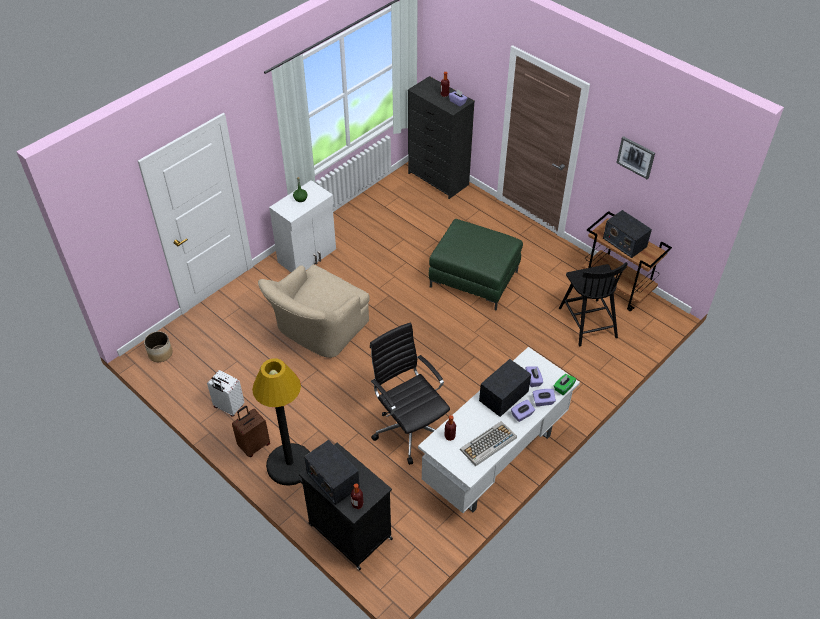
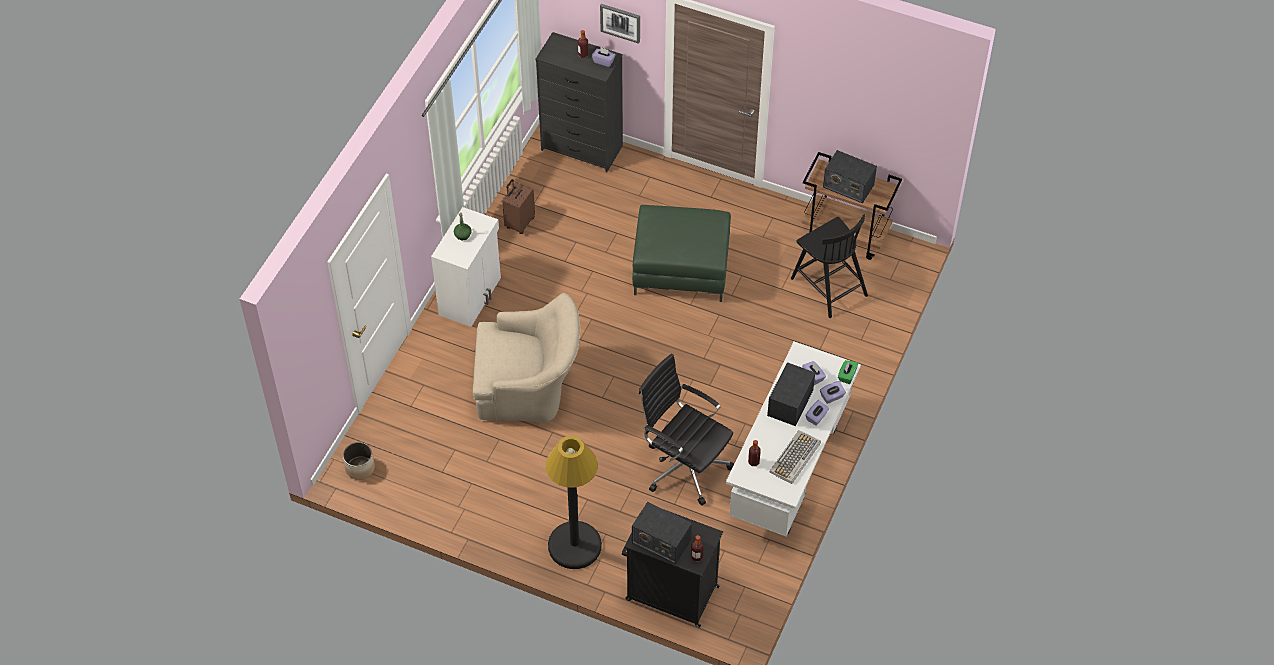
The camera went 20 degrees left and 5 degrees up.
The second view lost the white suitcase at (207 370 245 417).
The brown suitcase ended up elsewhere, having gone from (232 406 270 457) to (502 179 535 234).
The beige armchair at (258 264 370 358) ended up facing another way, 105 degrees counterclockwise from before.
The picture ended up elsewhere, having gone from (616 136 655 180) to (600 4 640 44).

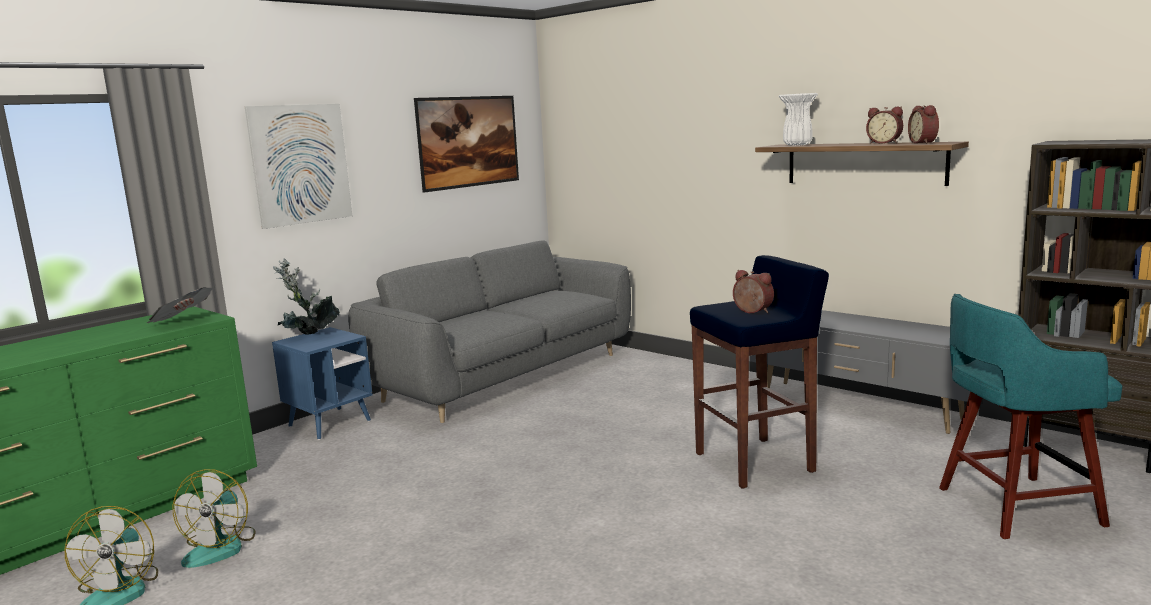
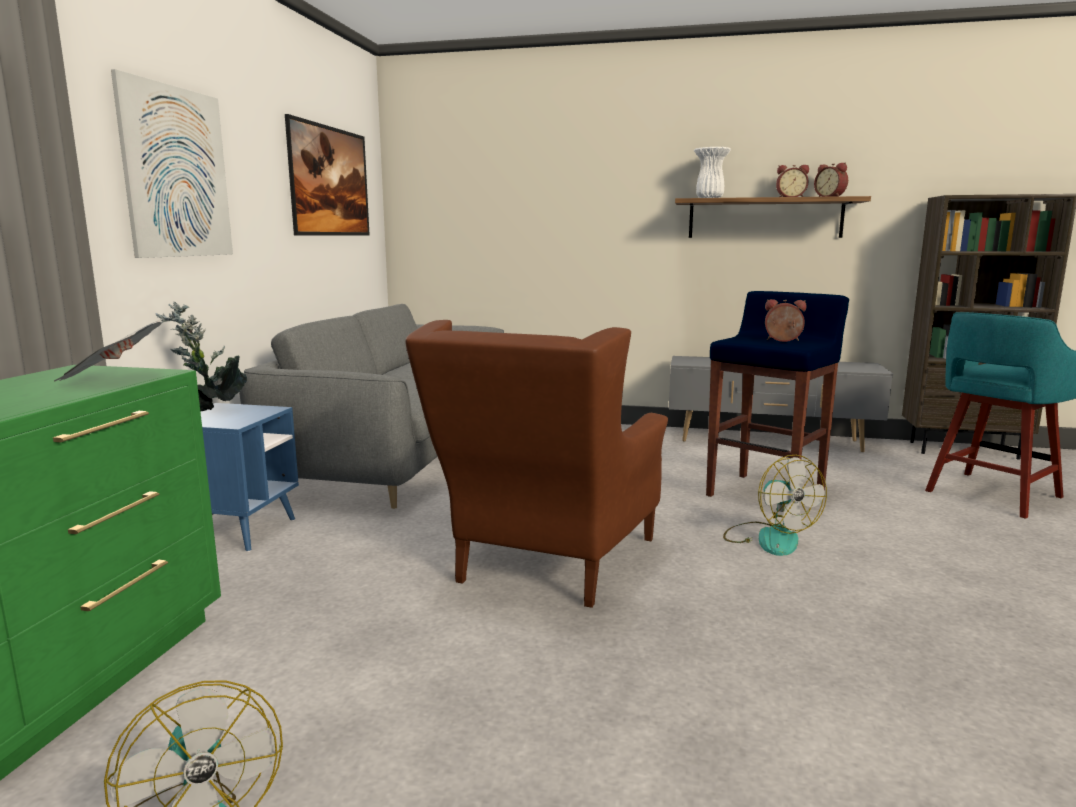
The camera went 30 degrees left and 0 degrees up.
The fan ended up elsewhere, having gone from (173 469 256 568) to (723 455 827 556).
The second view gained the brown armchair at (405 320 668 608).

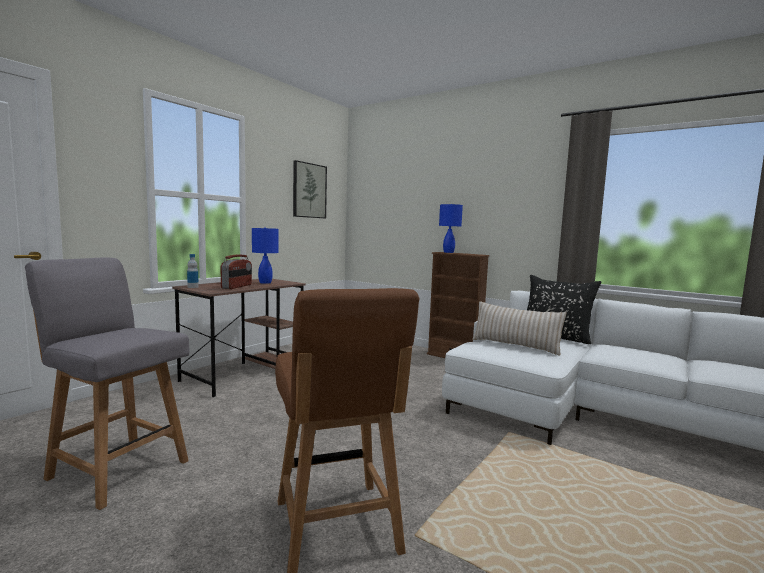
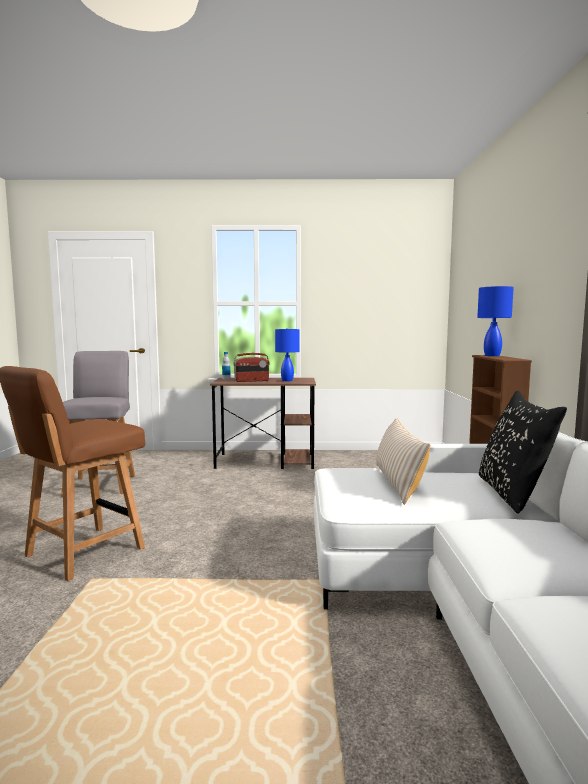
The camera went 55 degrees right and 0 degrees up.
The second view lost the picture at (293 160 327 218).

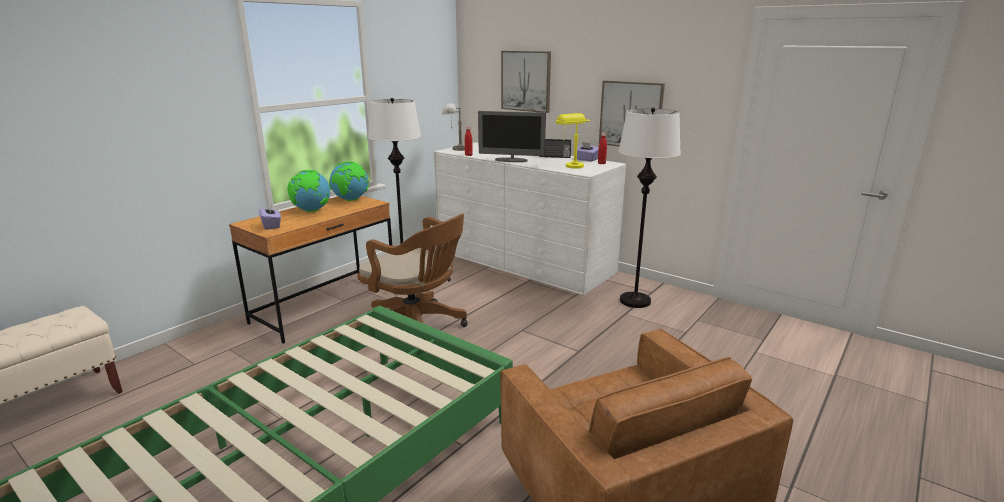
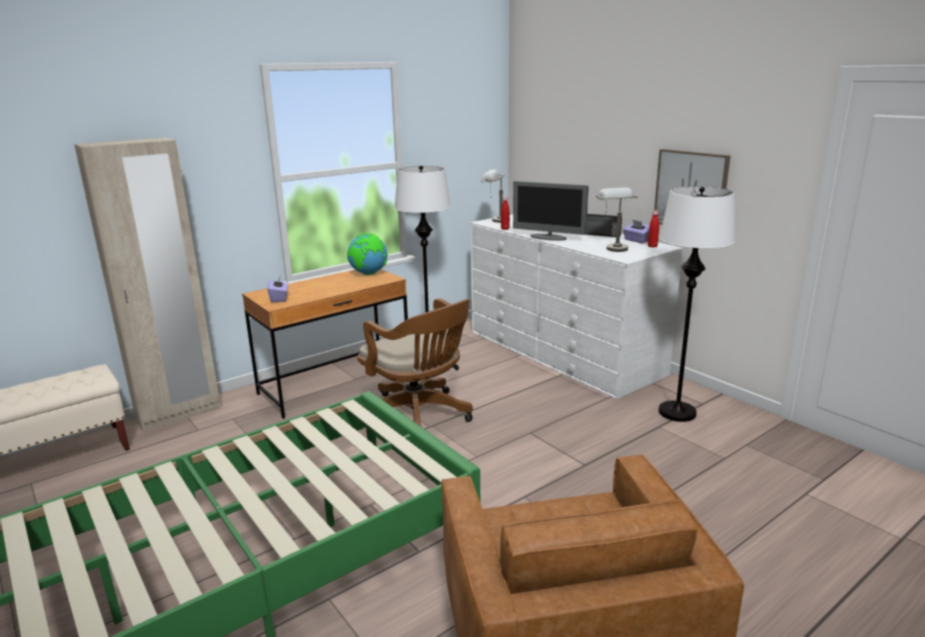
The camera went 15 degrees right and 0 degrees up.
The second view lost the globe at (287 170 330 212).
The second view lost the picture at (501 51 551 113).
What was the yellow table lamp at (555 113 591 169) turned into the grey table lamp at (596 188 638 252).
The second view gained the beige wardrobe at (74 138 221 432).

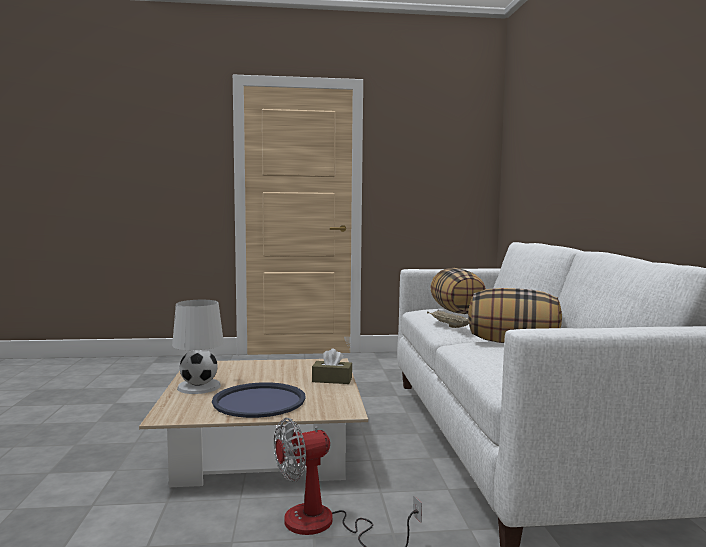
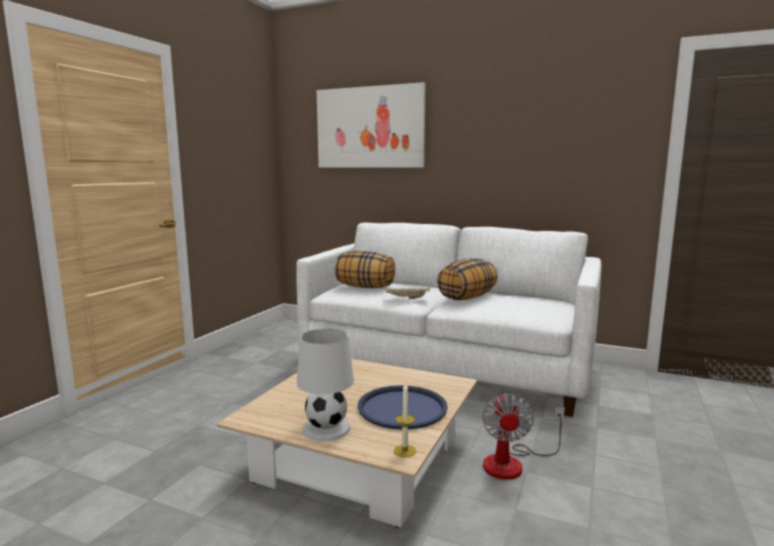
The camera went 60 degrees left and 5 degrees up.
The second view lost the brown tissue box at (312 348 352 384).
The second view gained the picture at (317 82 426 168).
The second view gained the candle at (394 382 416 457).

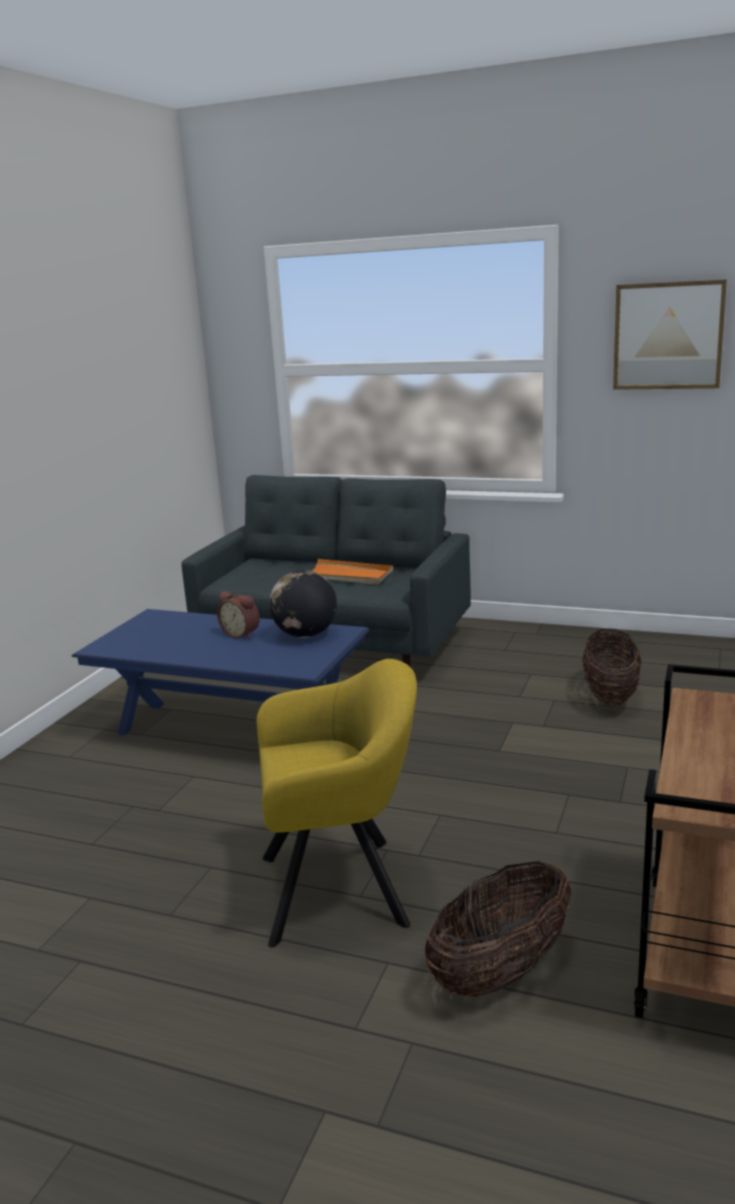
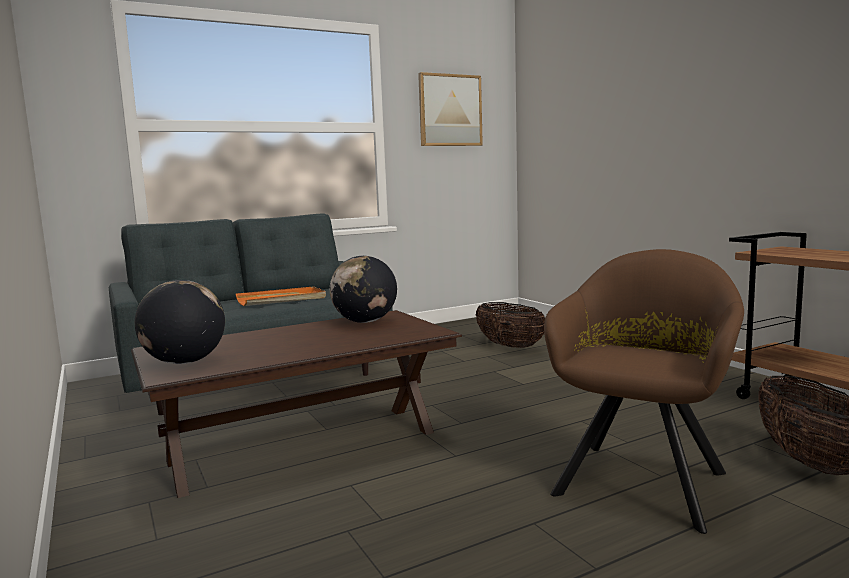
The camera went 50 degrees left and 10 degrees down.
What was the blue coffee table at (72 609 369 736) turned into the brown coffee table at (131 310 462 498).
The second view lost the alarm clock at (217 591 260 639).
What was the yellow armchair at (257 659 417 947) turned into the brown armchair at (544 249 744 534).
The second view gained the globe at (135 280 225 364).

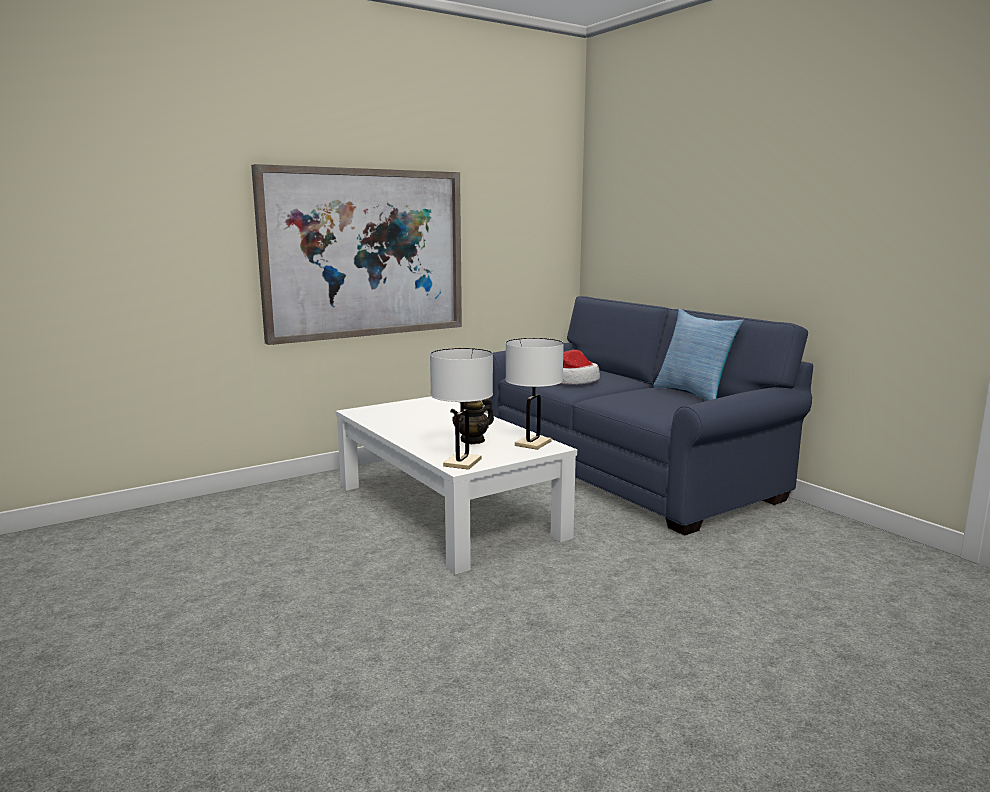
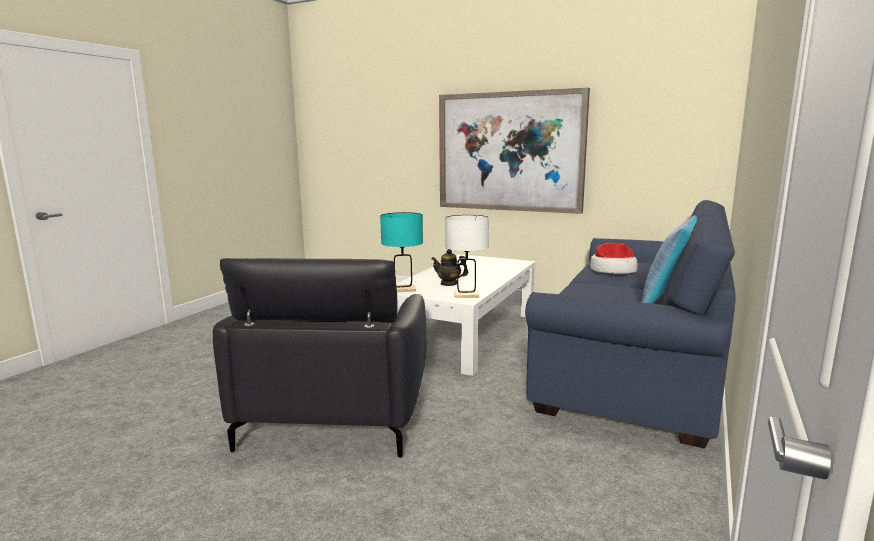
The camera went 60 degrees right and 0 degrees up.
What was the white table lamp at (430 348 493 470) turned into the turquoise table lamp at (380 212 423 292).
The second view gained the black armchair at (213 258 426 458).

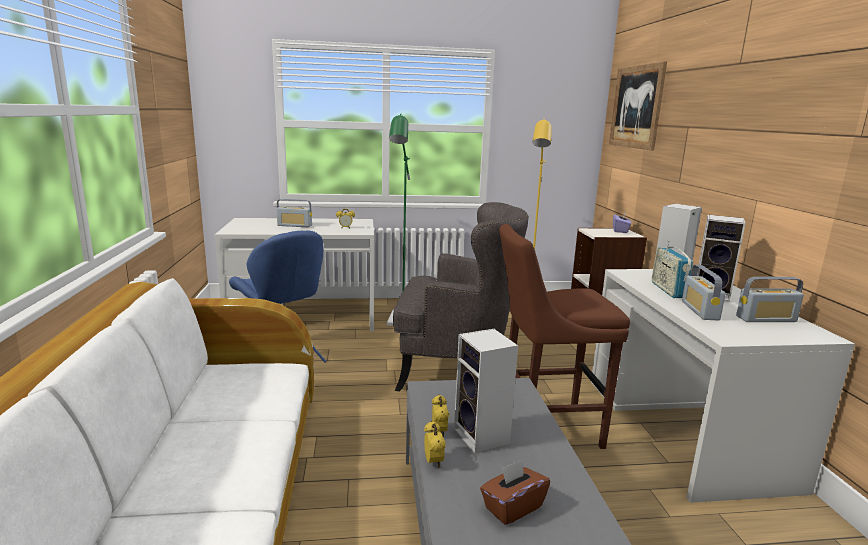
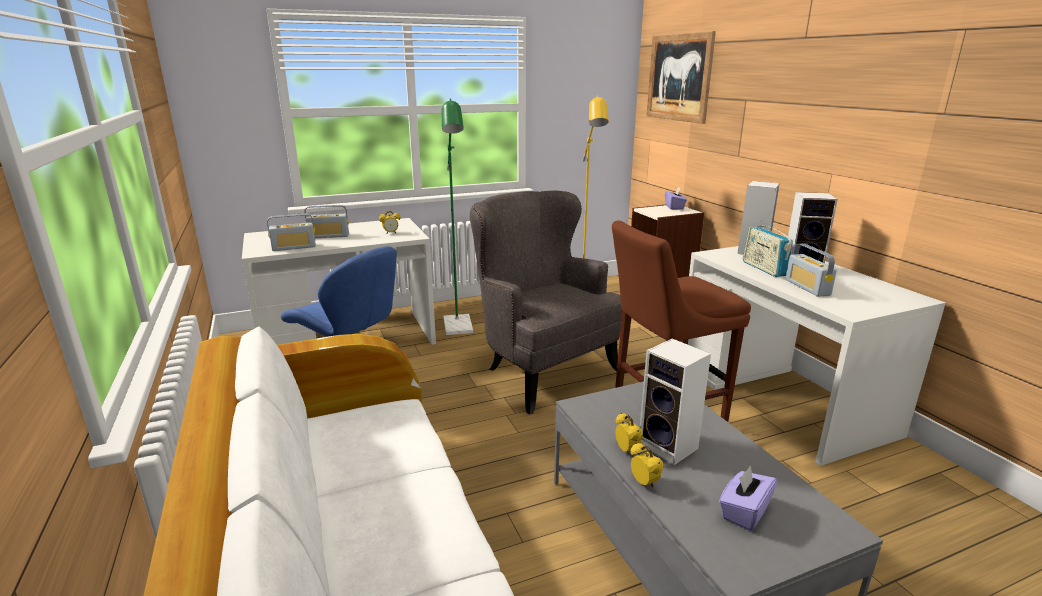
The camera went 15 degrees left and 5 degrees up.
The grey armchair at (393 202 529 391) ended up facing another way, 120 degrees counterclockwise from before.
What was the brown tissue box at (480 459 550 525) turned into the purple tissue box at (719 465 777 531).
The radio ended up elsewhere, having gone from (736 277 804 322) to (267 214 316 251).

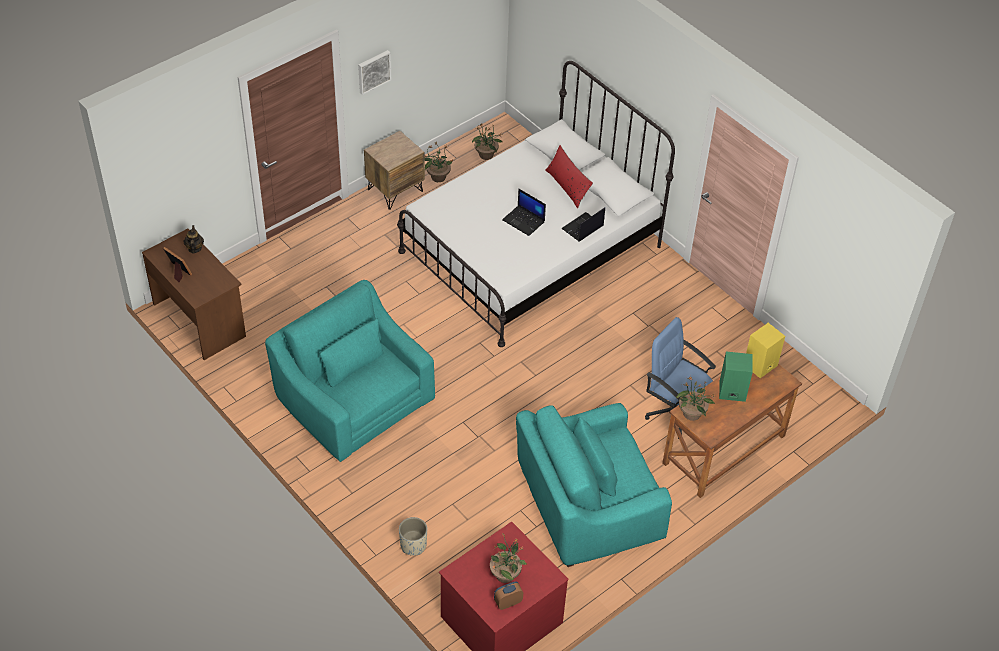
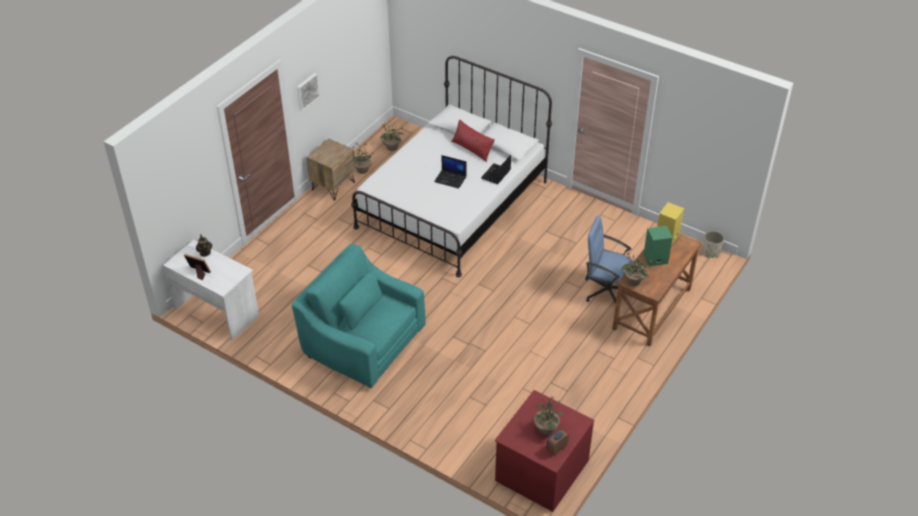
The camera went 15 degrees left and 5 degrees down.
What was the brown desk at (142 229 246 360) turned into the white desk at (163 240 259 340).
The beige planter ended up elsewhere, having gone from (399 517 427 556) to (702 231 724 258).
The second view lost the turquoise armchair at (516 403 672 567).

